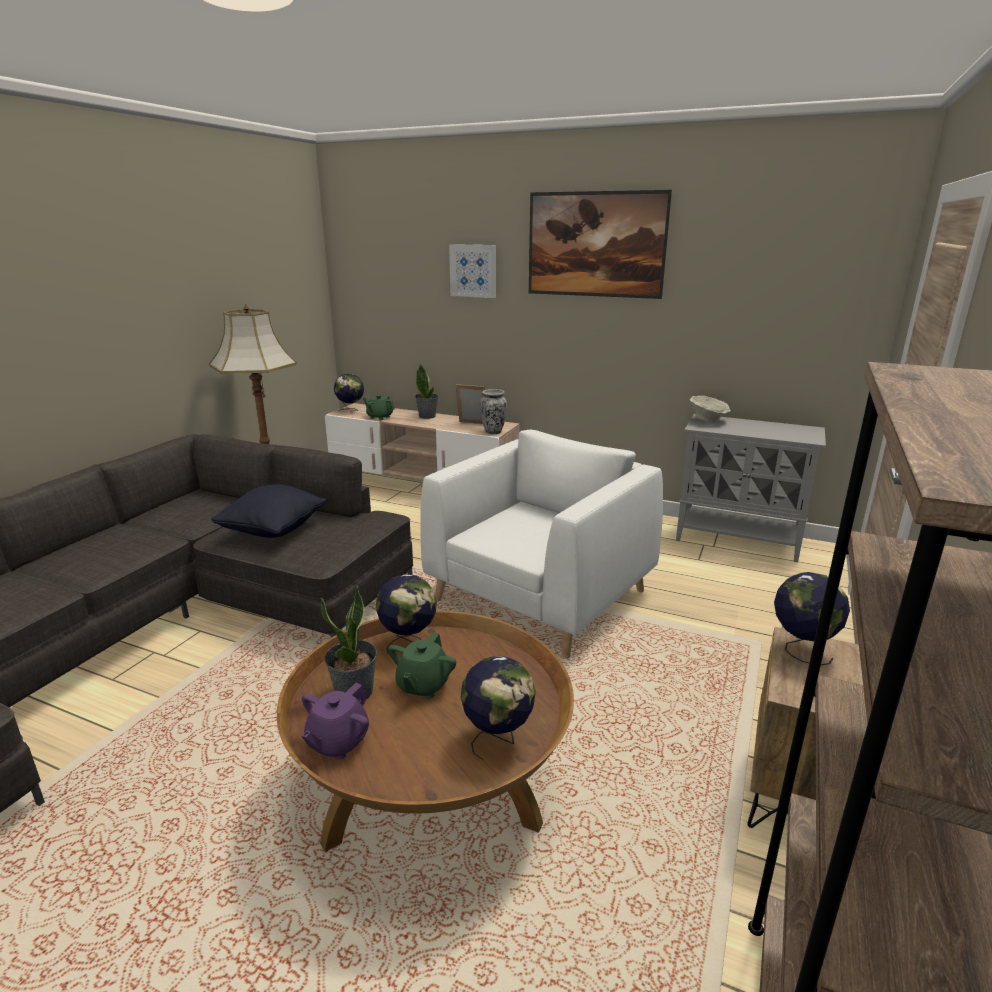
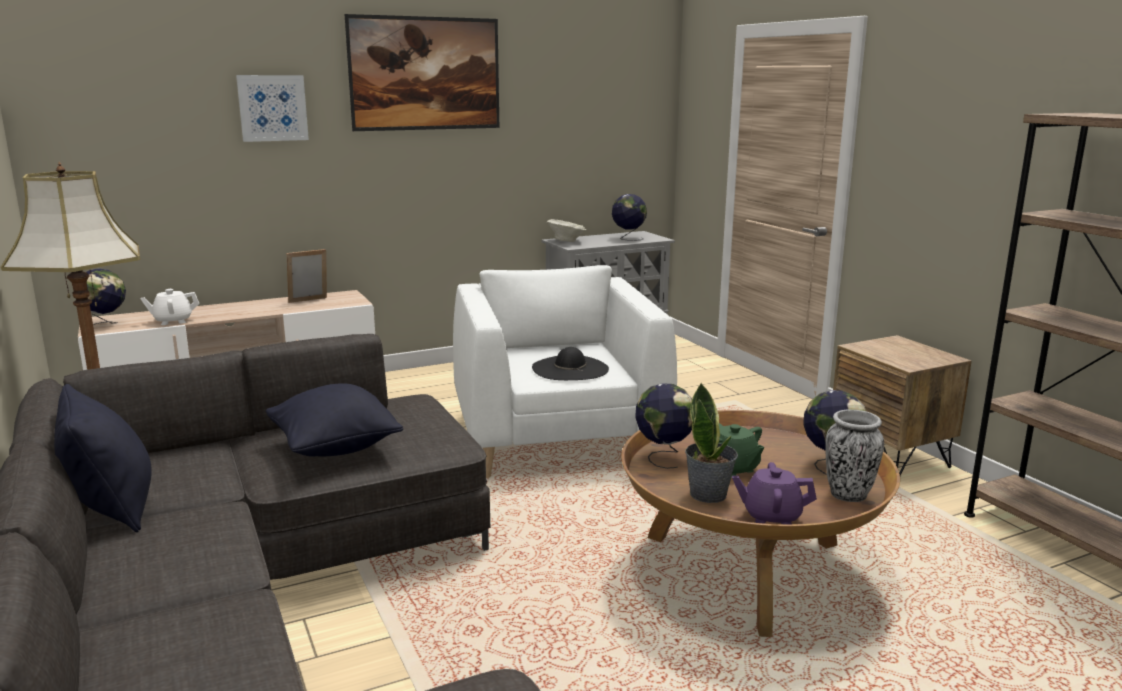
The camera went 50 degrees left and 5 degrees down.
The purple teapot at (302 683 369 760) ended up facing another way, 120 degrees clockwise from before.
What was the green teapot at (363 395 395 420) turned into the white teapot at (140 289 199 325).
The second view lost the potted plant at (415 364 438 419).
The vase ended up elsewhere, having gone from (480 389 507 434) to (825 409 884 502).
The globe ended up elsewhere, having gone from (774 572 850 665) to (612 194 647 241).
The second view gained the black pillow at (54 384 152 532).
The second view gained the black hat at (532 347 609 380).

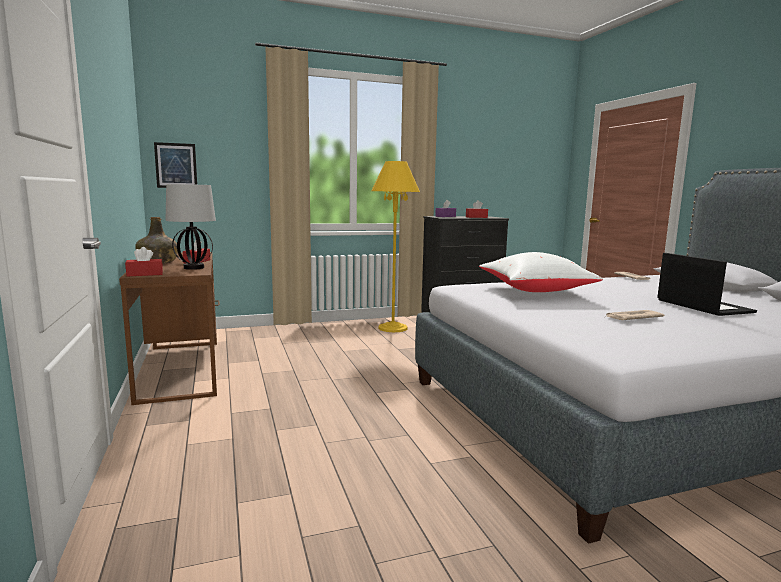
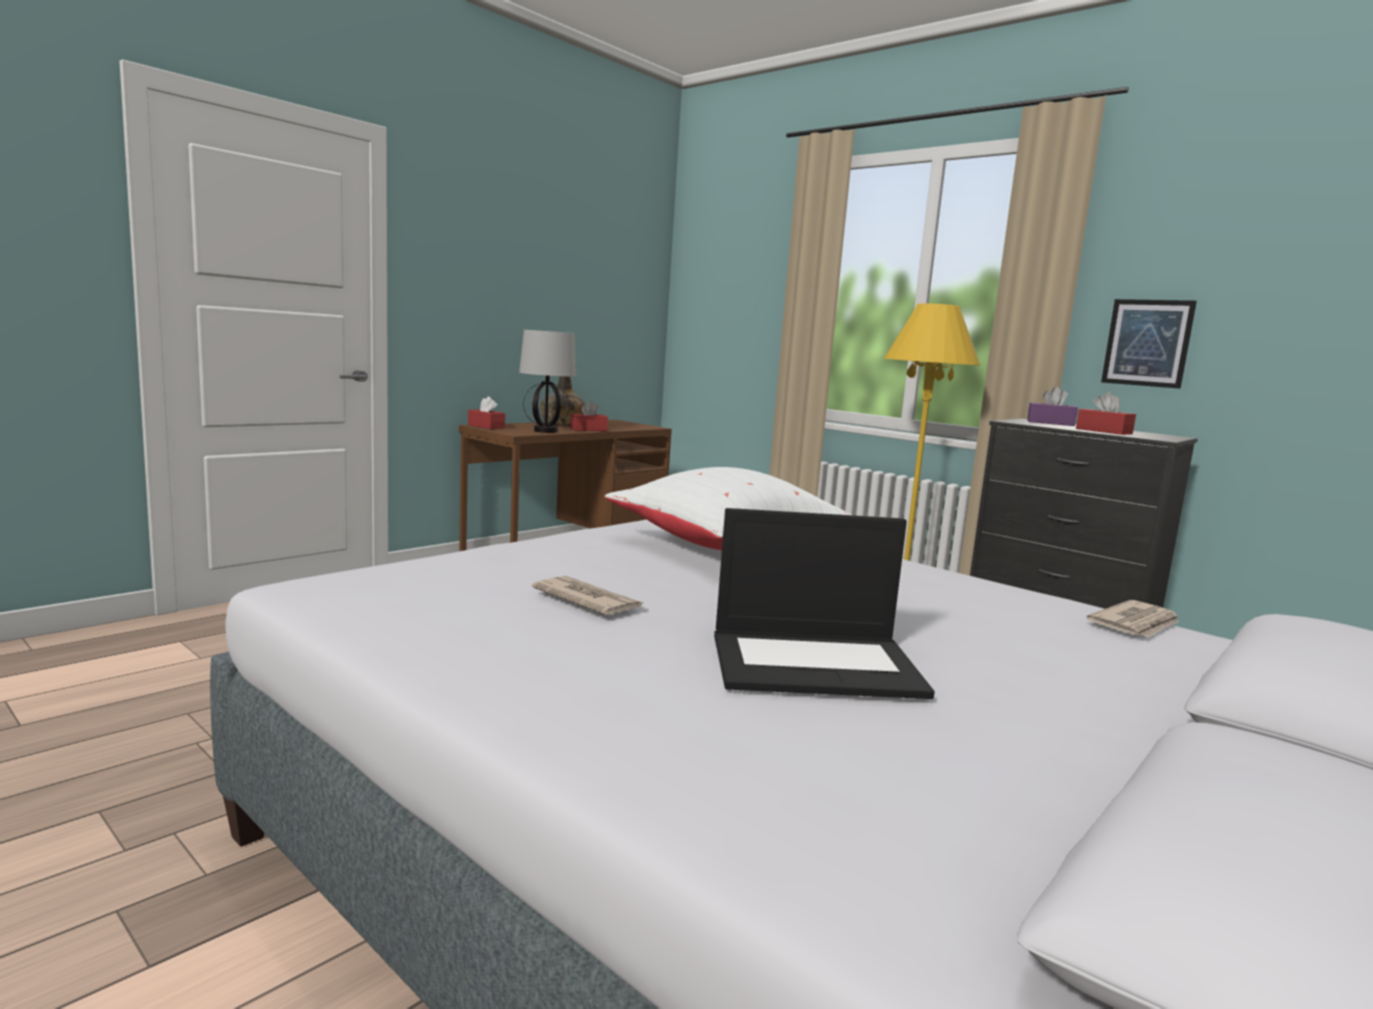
The camera went 60 degrees right and 0 degrees up.
The picture ended up elsewhere, having gone from (154 142 197 188) to (1101 299 1197 389).
The laptop at (657 253 757 316) ended up facing another way, 45 degrees clockwise from before.

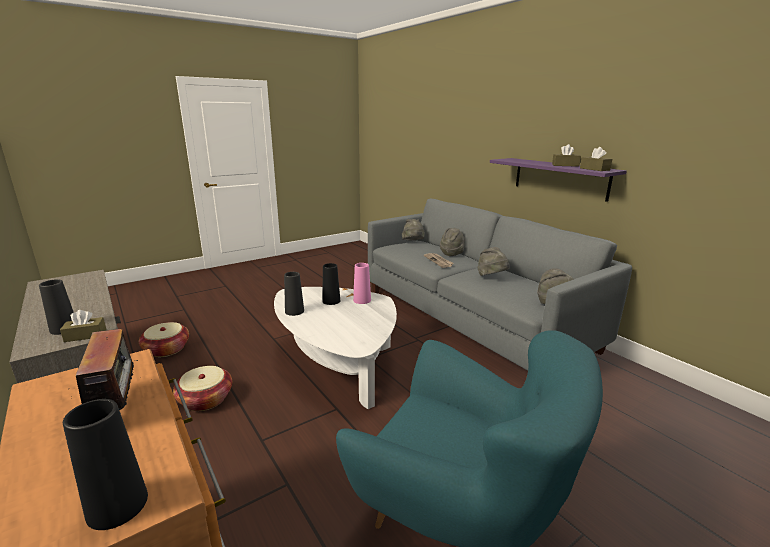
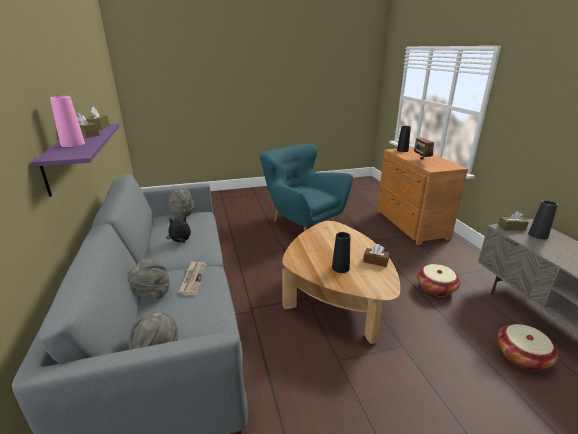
The camera went 160 degrees left and 5 degrees up.
What was the white coffee table at (274 287 397 409) turned into the brown coffee table at (282 221 400 344).
Where the black vase stood at (284 272 304 316), the brown tissue box came to stand at (363 244 390 267).
The pink vase ended up elsewhere, having gone from (353 263 371 304) to (50 96 85 147).
Where the grey hat stood at (477 247 510 276), the plush toy came to stand at (166 216 191 243).

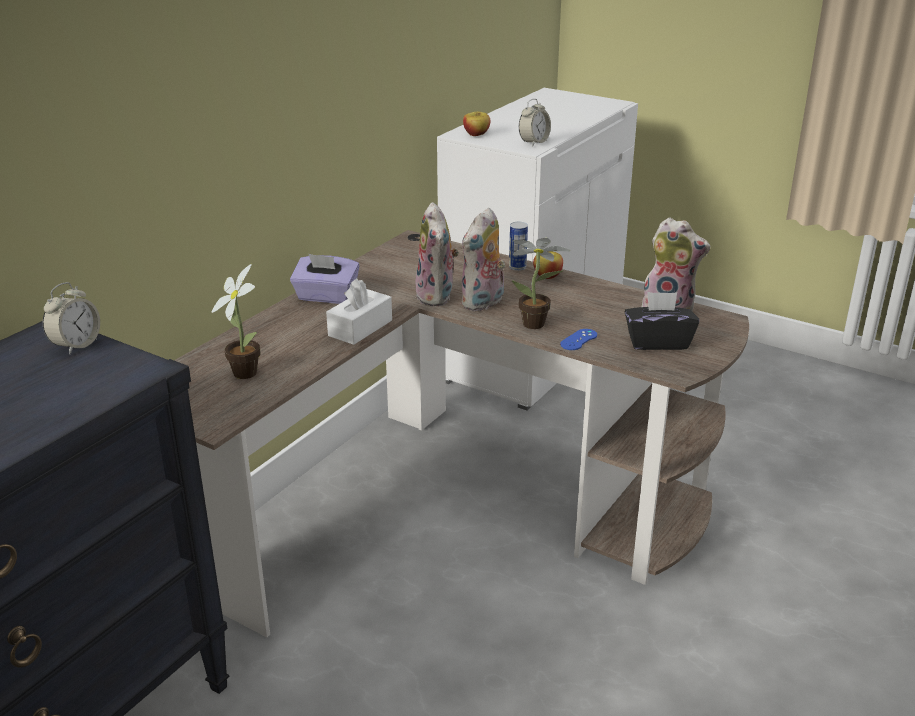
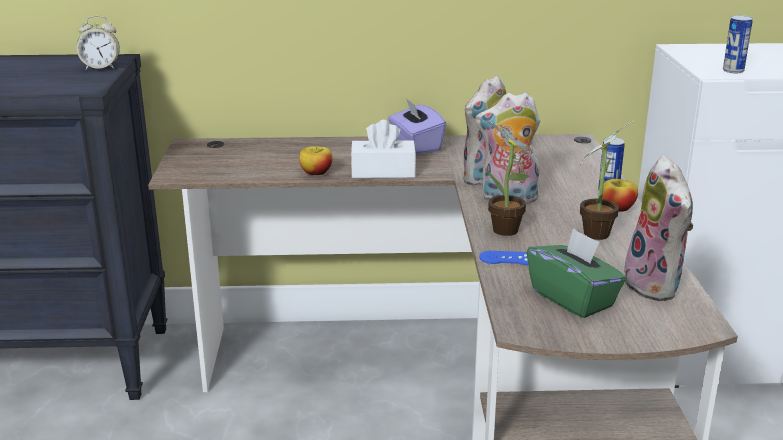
The camera went 55 degrees right and 5 degrees down.
The potted plant ended up elsewhere, having gone from (211 264 260 379) to (580 121 633 240).
The apple ended up elsewhere, having gone from (463 112 490 136) to (299 146 333 175).
Where the alarm clock stood at (519 99 551 147), the can came to stand at (723 15 753 73).
What was the black tissue box at (625 292 699 350) turned into the green tissue box at (527 228 627 318).

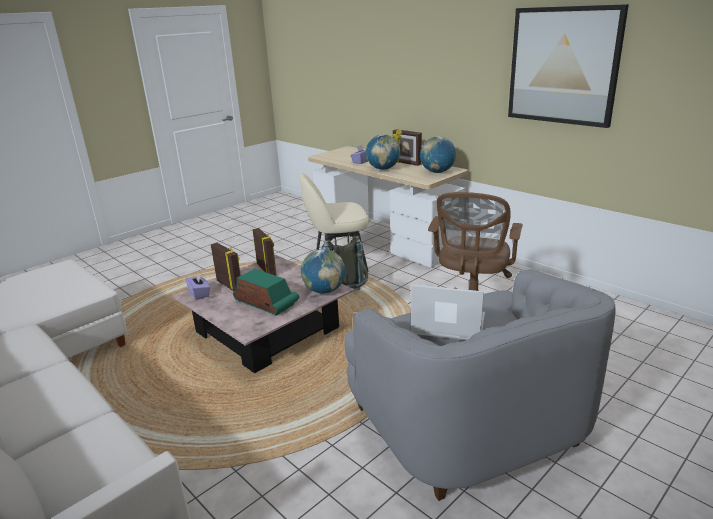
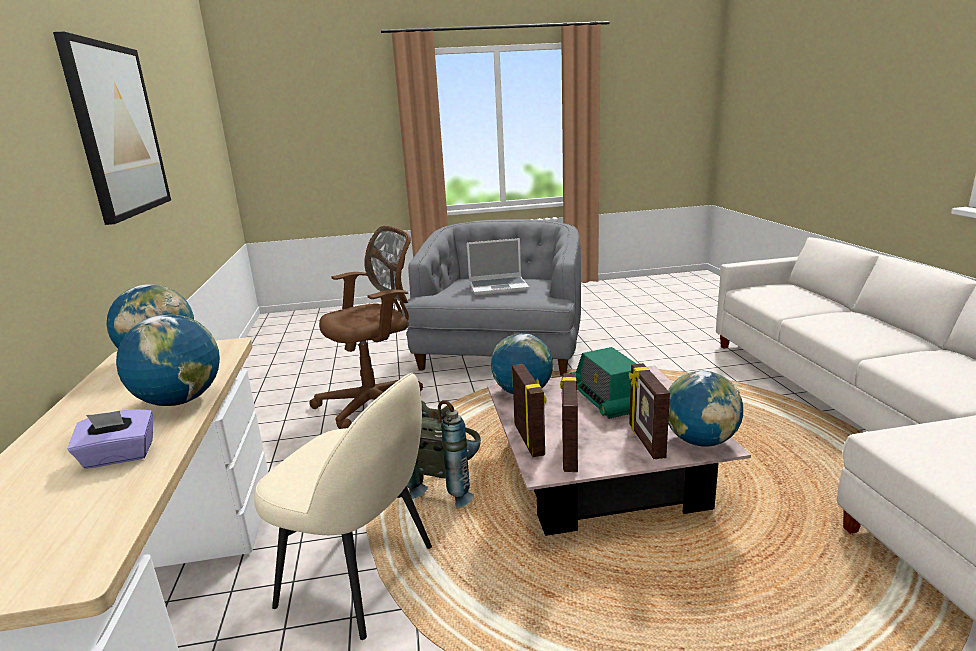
The camera went 145 degrees left and 5 degrees down.
Where the purple tissue box stood at (185 273 210 300), the globe came to stand at (668 371 743 447).
The picture frame ended up elsewhere, having gone from (392 129 422 166) to (512 364 546 457).
The laptop at (411 284 485 340) ended up facing another way, 60 degrees counterclockwise from before.

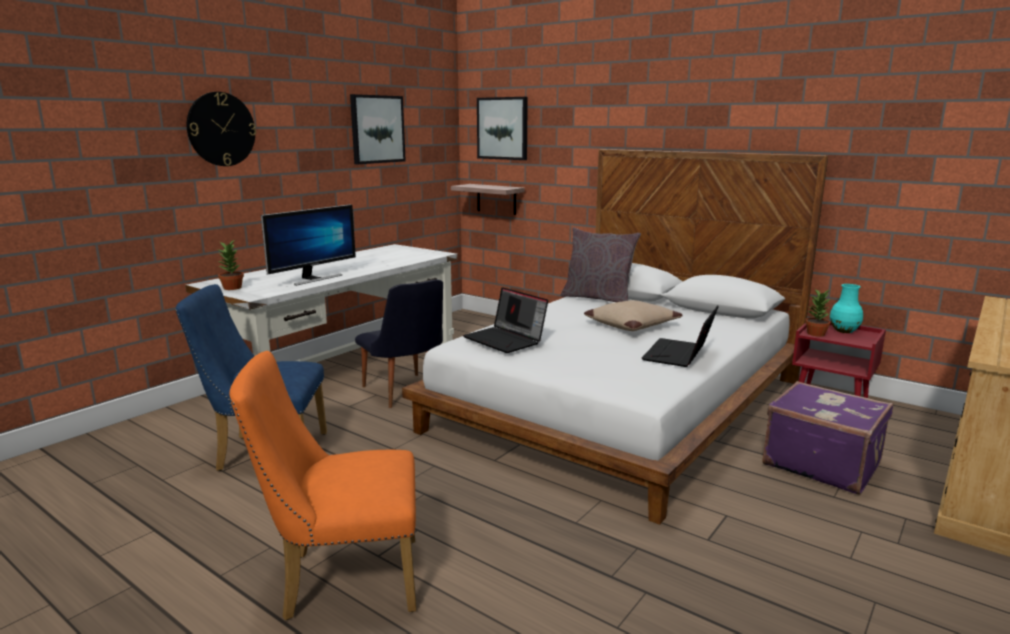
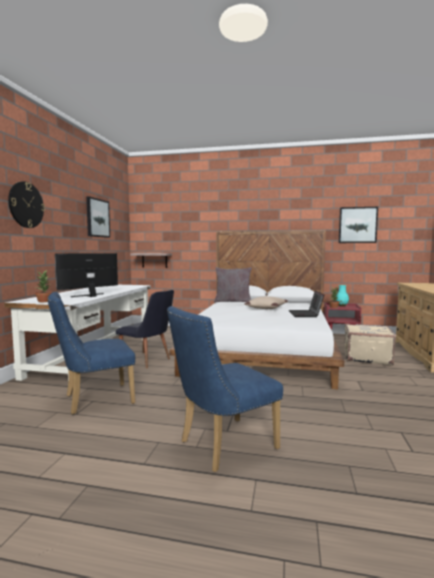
The camera went 25 degrees left and 10 degrees down.
What was the orange chair at (229 351 416 620) turned into the blue chair at (167 306 283 472).
The monitor at (261 204 356 286) ended up facing another way, 150 degrees counterclockwise from before.
The second view lost the laptop at (463 287 548 353).
The picture ended up elsewhere, having gone from (477 97 528 160) to (339 207 378 243).
What was the purple suitcase at (762 381 893 495) turned into the beige suitcase at (344 324 396 365).

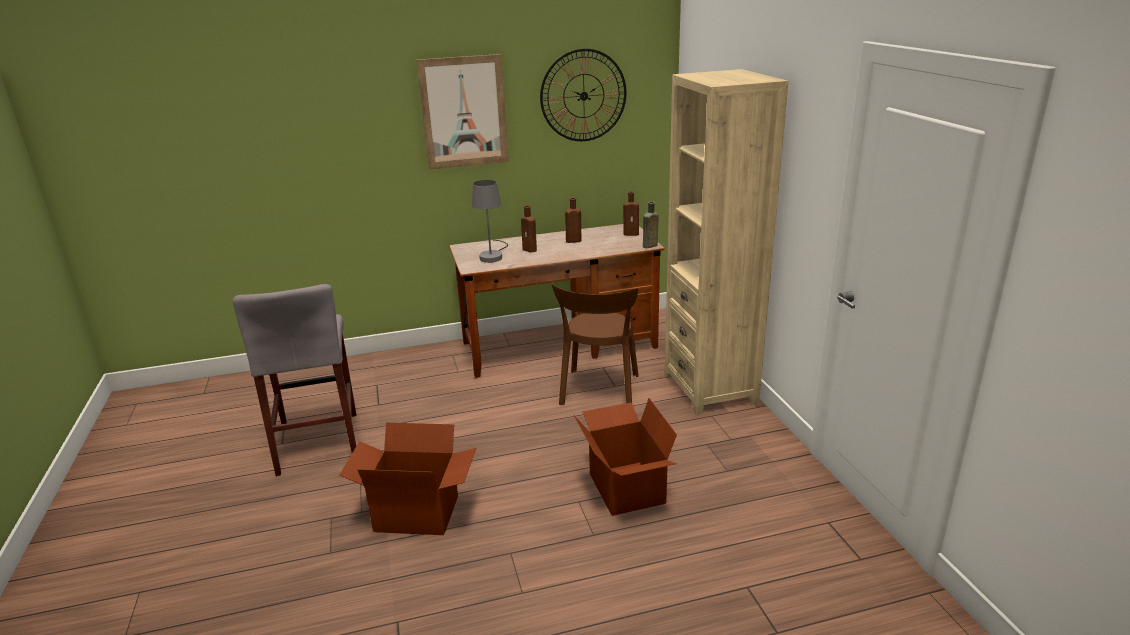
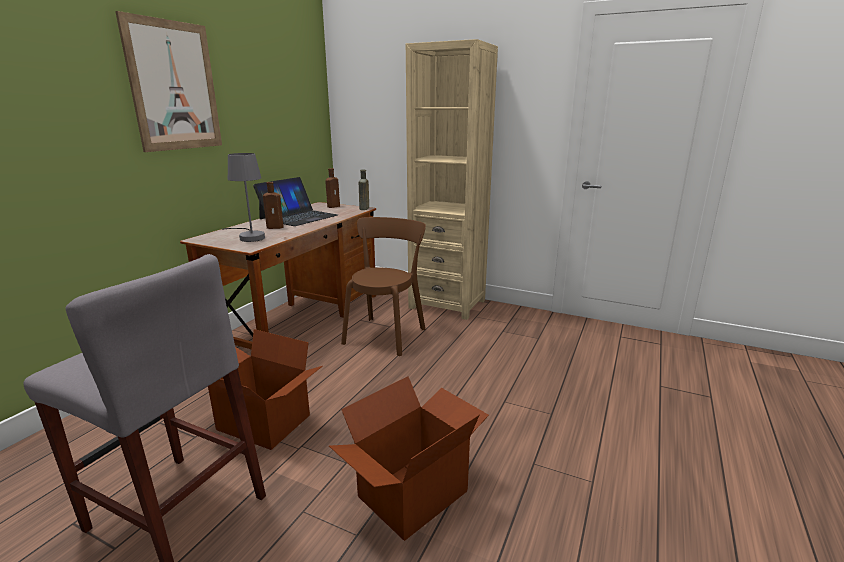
The camera went 50 degrees left and 5 degrees down.
The second view lost the wall clock at (540 49 627 141).
The brown chair at (552 284 639 405) ended up facing another way, 120 degrees counterclockwise from before.
Where the brown bottle stood at (565 198 582 243), the laptop came to stand at (253 177 338 226).
The cardboard box ended up elsewhere, having gone from (573 398 677 516) to (208 329 323 450).

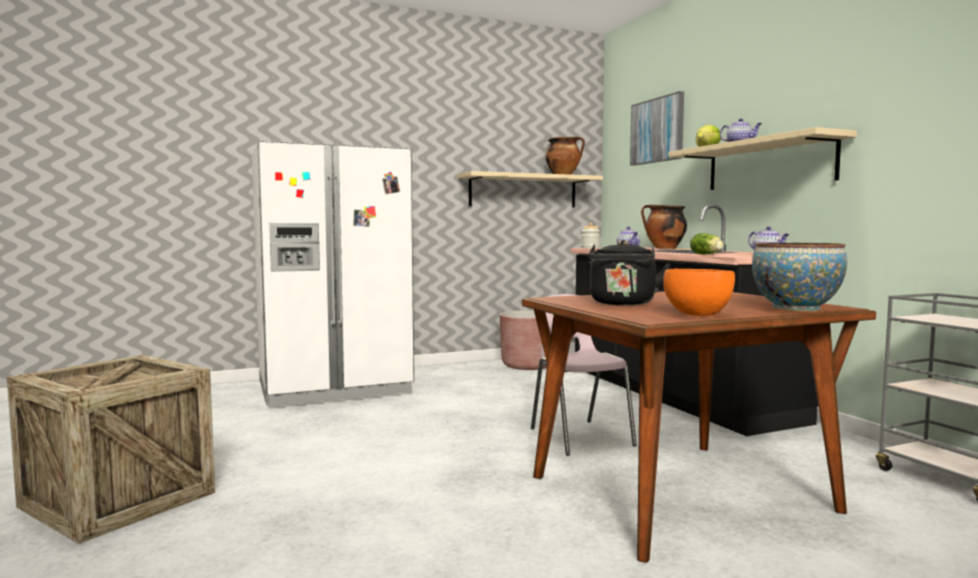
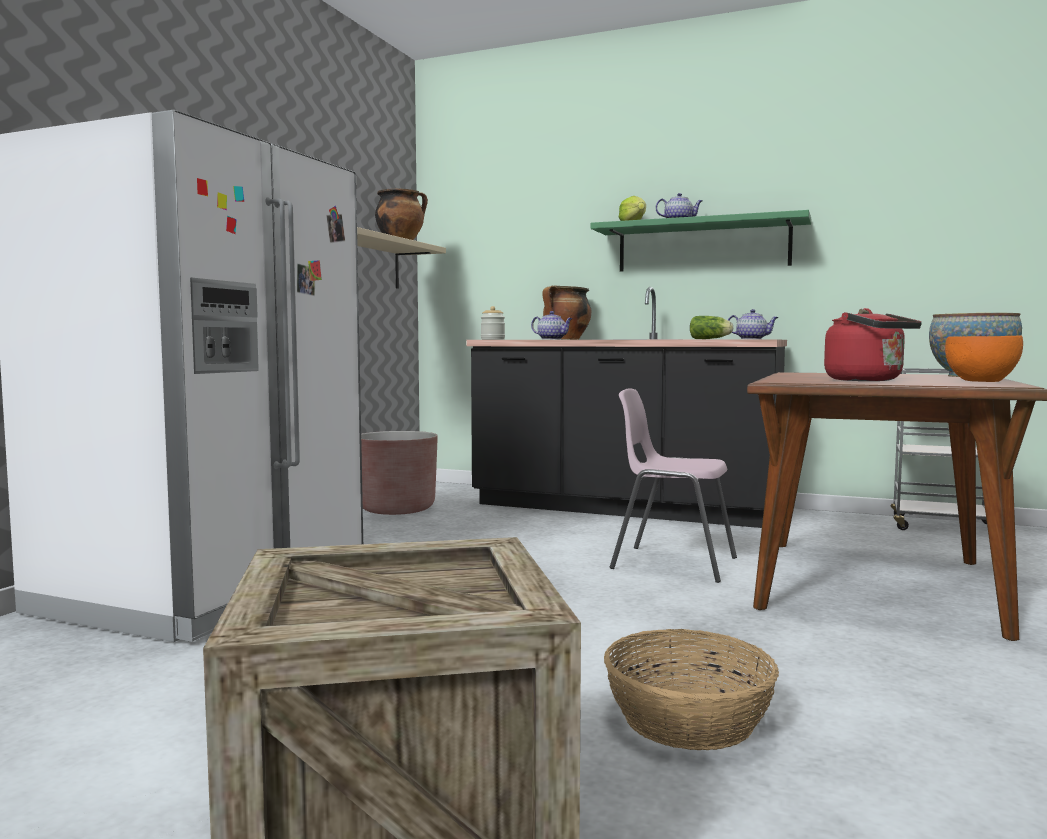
The camera went 45 degrees left and 0 degrees up.
What was the black kettle at (588 240 672 305) turned into the red kettle at (824 308 922 381).
The second view lost the picture at (630 91 684 166).
What was the beige shelf at (668 127 857 190) turned into the green shelf at (591 210 811 272).
The second view gained the basket at (604 629 779 750).

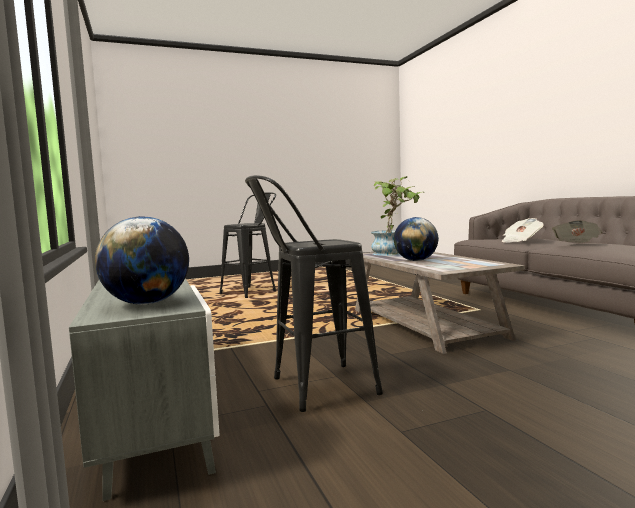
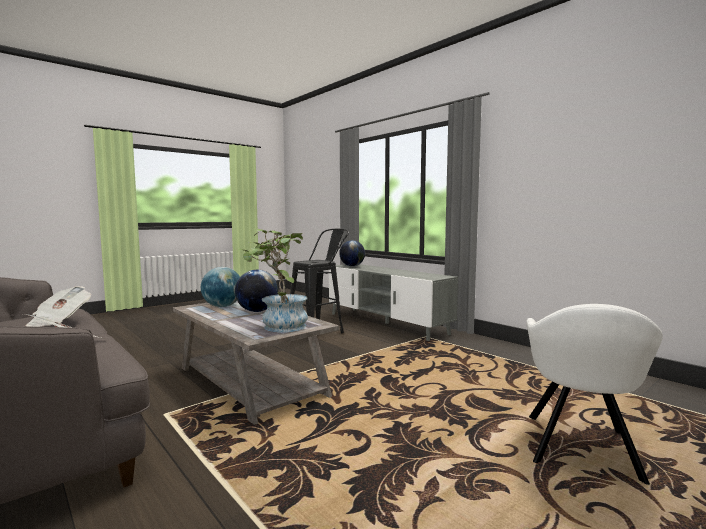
The camera went 160 degrees right and 0 degrees up.
Where the black stool stood at (220 192 276 298), the white armchair came to stand at (526 304 663 485).
The second view gained the globe at (201 267 240 307).

